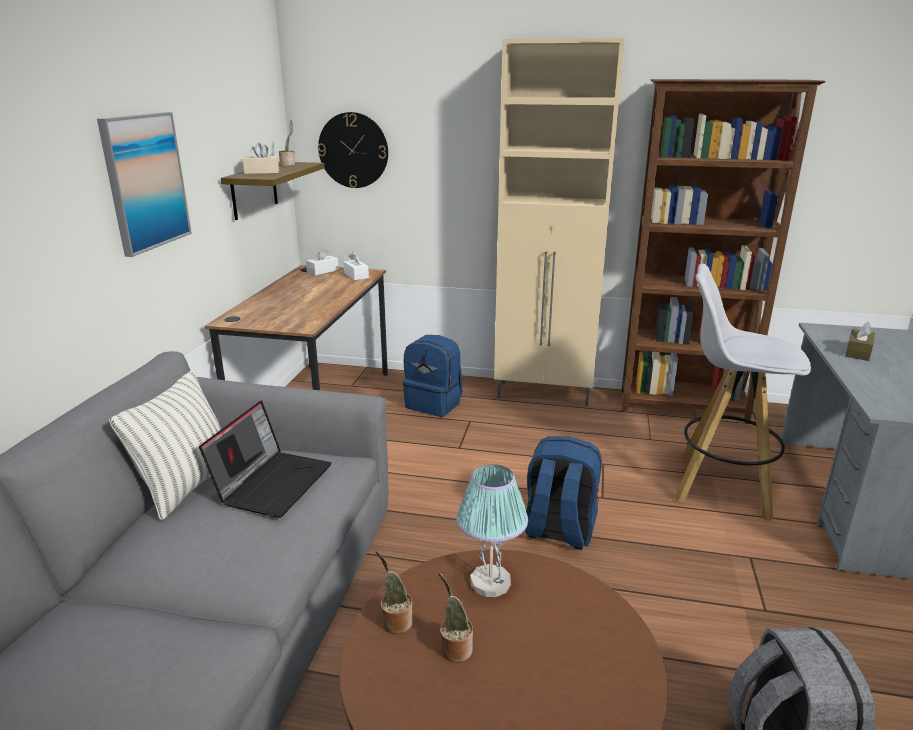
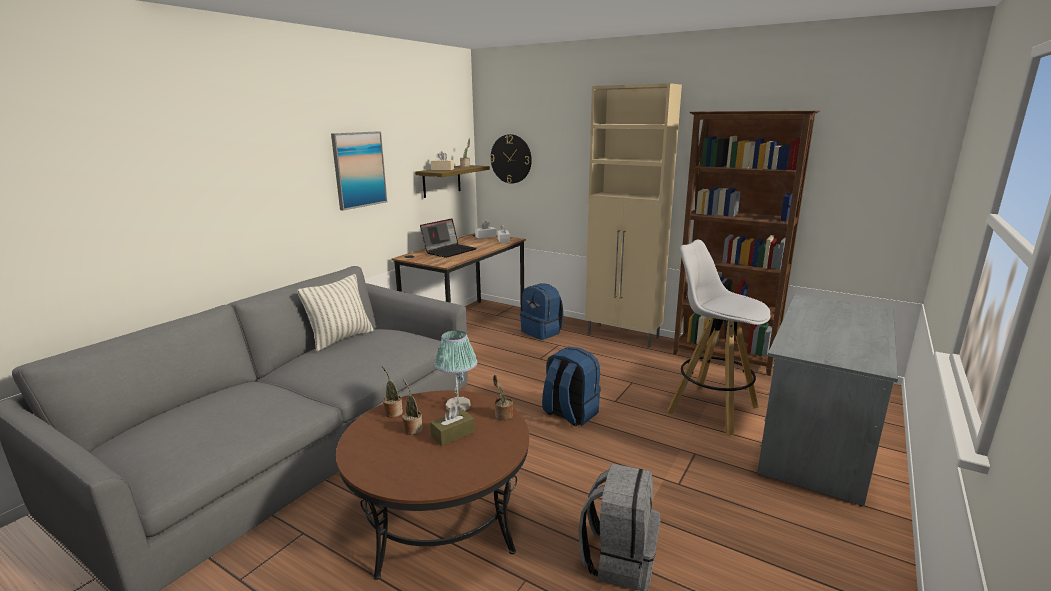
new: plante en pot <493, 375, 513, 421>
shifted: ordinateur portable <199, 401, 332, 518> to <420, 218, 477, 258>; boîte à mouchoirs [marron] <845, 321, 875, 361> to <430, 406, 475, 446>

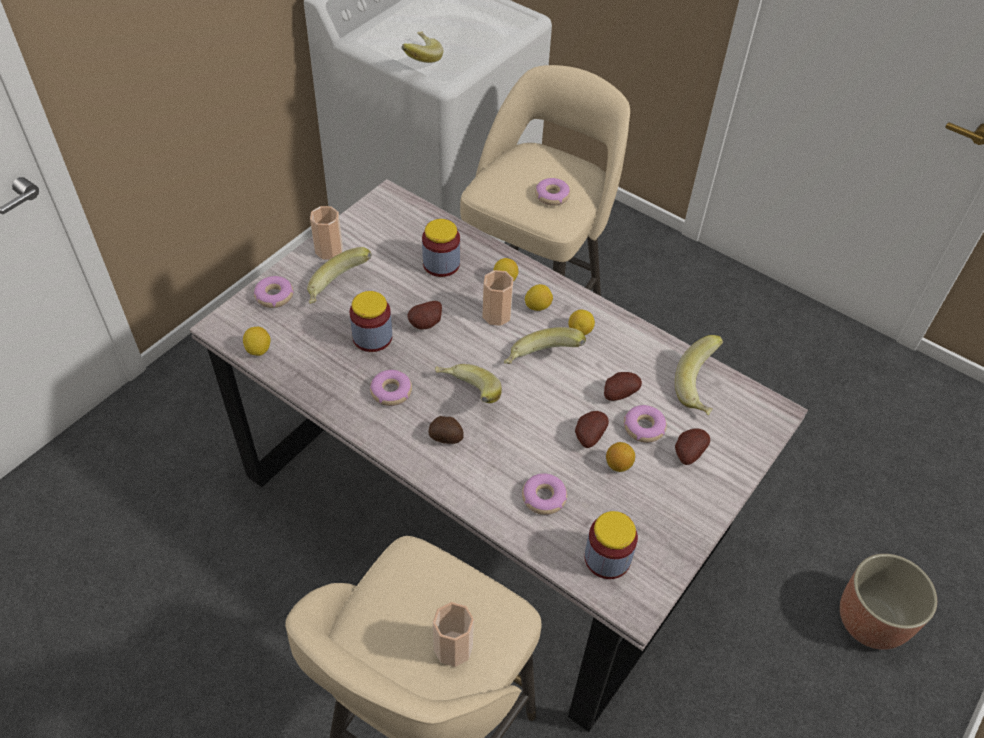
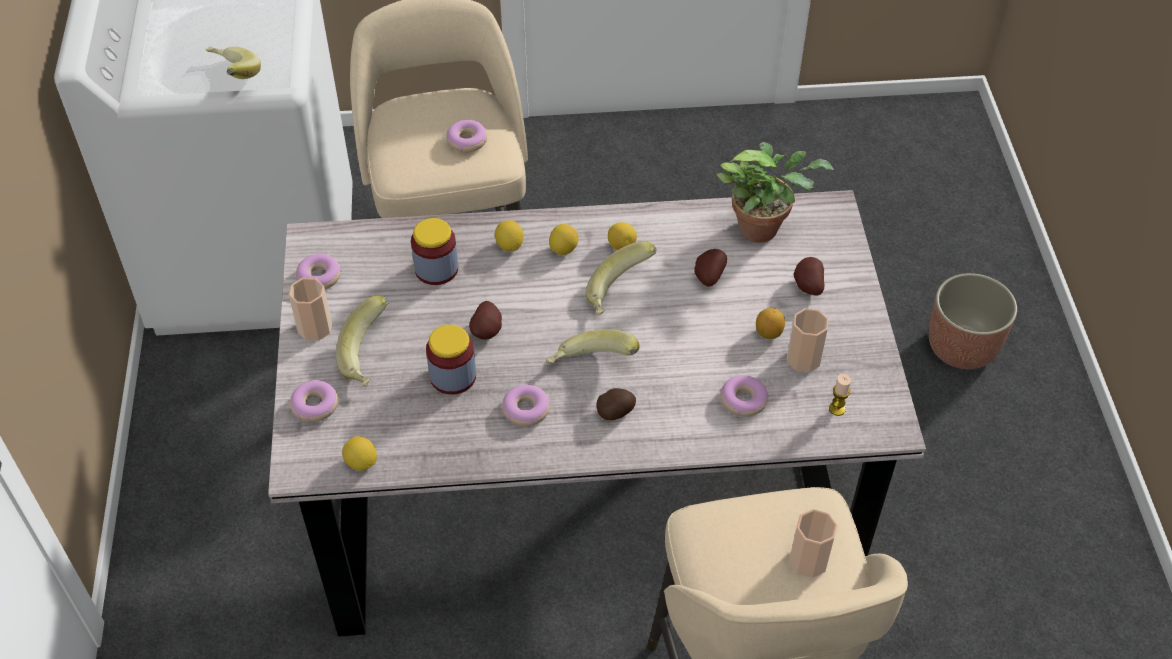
gone: pomme de terre <575, 411, 609, 448>
shifted: beignet <624, 405, 667, 443> to <296, 254, 341, 290>; tasse <482, 270, 513, 326> to <787, 308, 828, 372>
swapped: banane <675, 335, 723, 415> to plante en pot <716, 142, 834, 243>; bocal <585, 511, 638, 579> to bougie <829, 374, 851, 416>

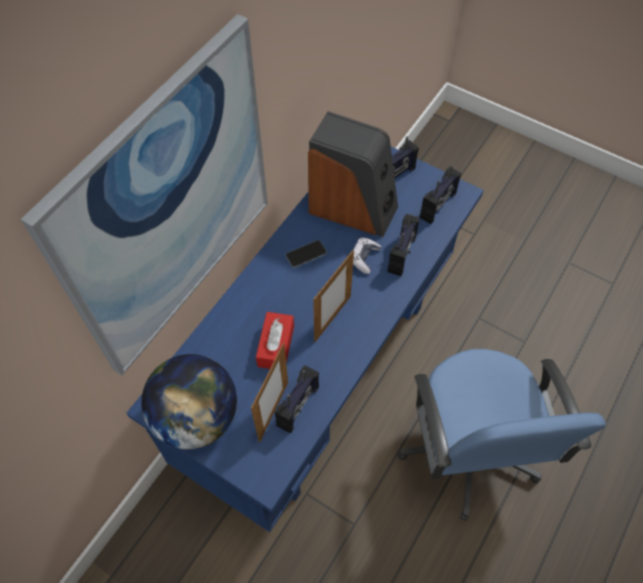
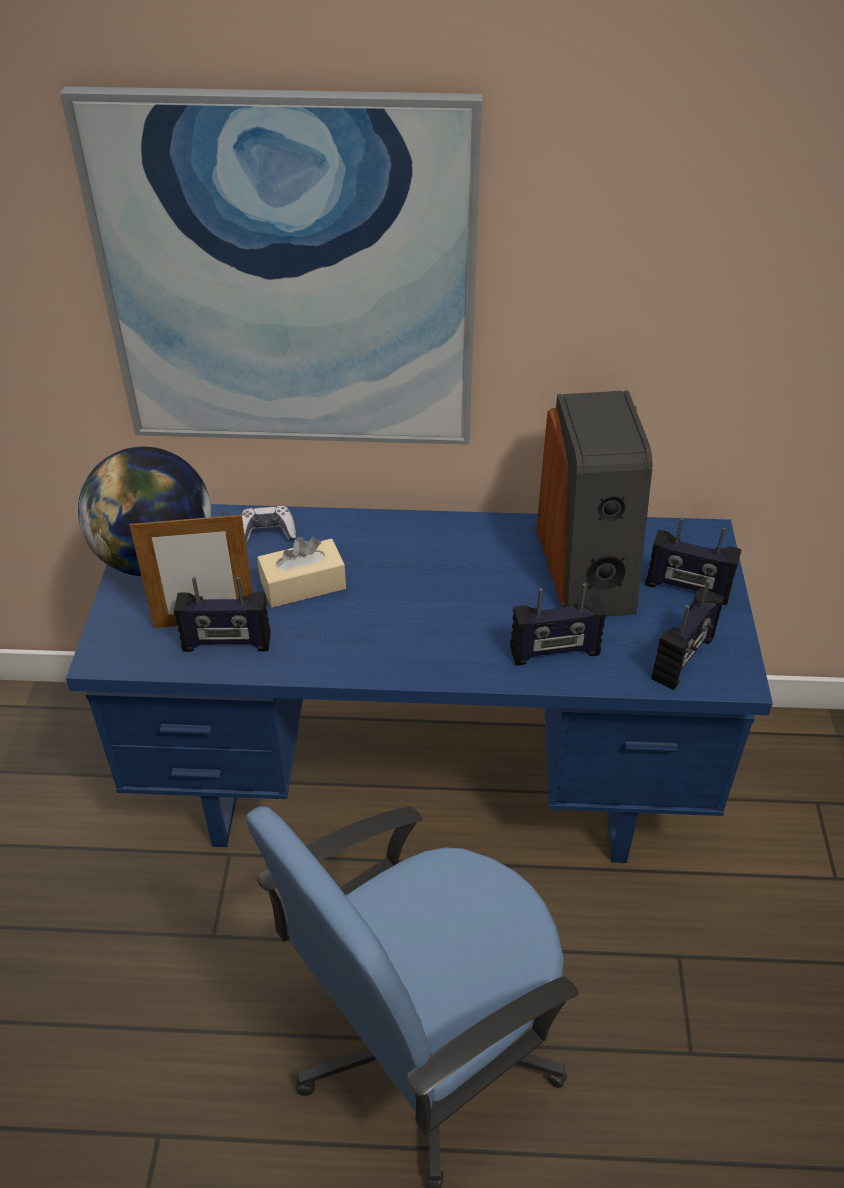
gone: téléphone <285, 240, 327, 268>; cadre photo <313, 250, 354, 342>
shifted: manette <353, 238, 381, 274> to <241, 506, 296, 543>
repainted: boîte à mouchoirs [rouge] <256, 312, 294, 369> to boîte à mouchoirs [beige] <257, 537, 346, 608>
rotated: radio <420, 165, 461, 224> = <651, 580, 724, 690> 60 degrees counterclockwise

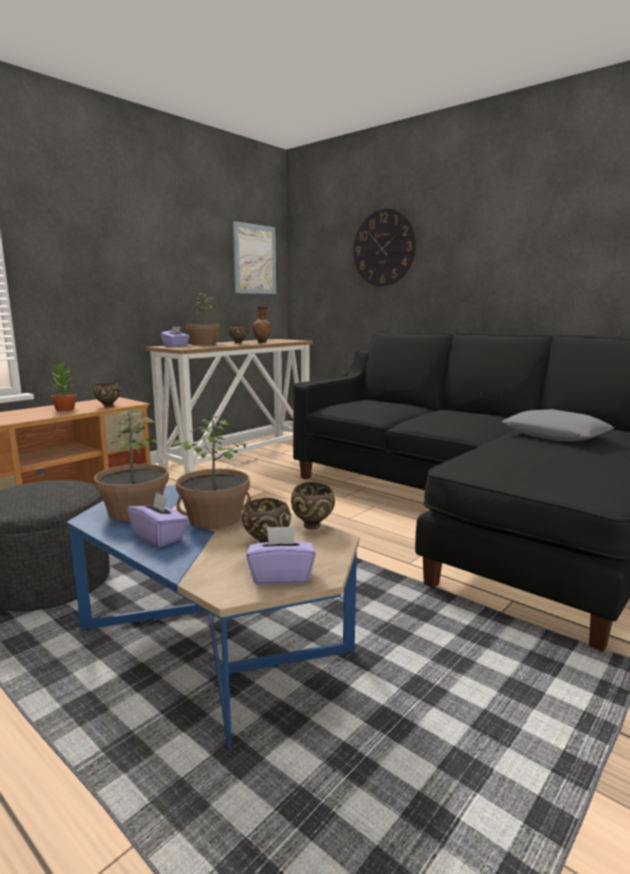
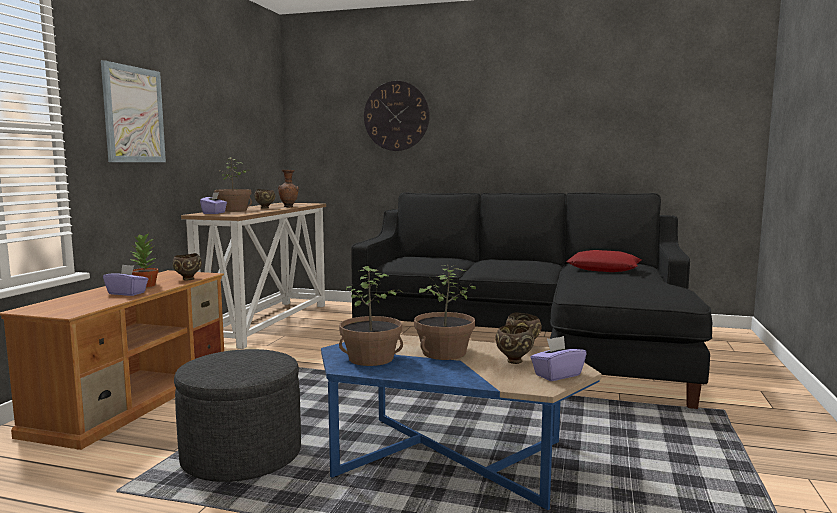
shifted: tableau <233, 221, 276, 294> to <101, 60, 166, 162>; boîte à mouchoirs [violet] <128, 492, 188, 547> to <103, 264, 148, 296>
repainted: coussin [gris] <501, 409, 614, 441> to coussin [rouge] <566, 250, 641, 272>

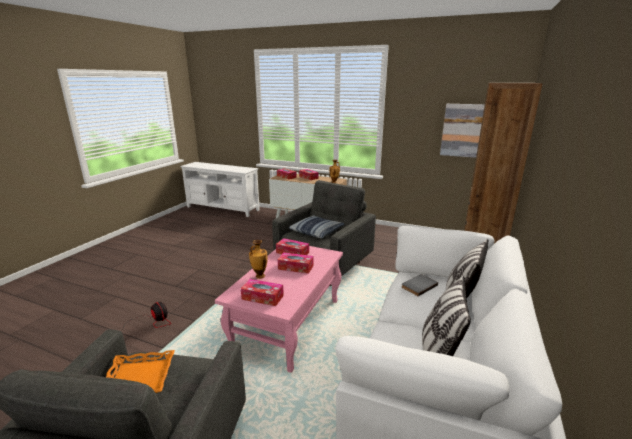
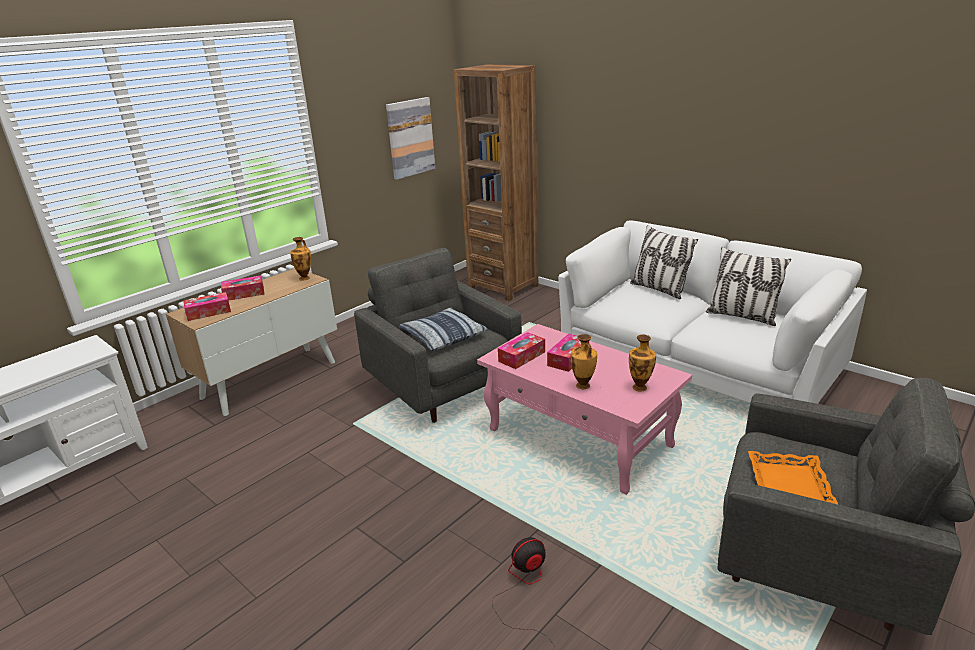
gone: livre [gris] <402, 274, 438, 296>
swapped: boîte à mouchoirs <241, 279, 284, 306> to vase <629, 335, 656, 392>

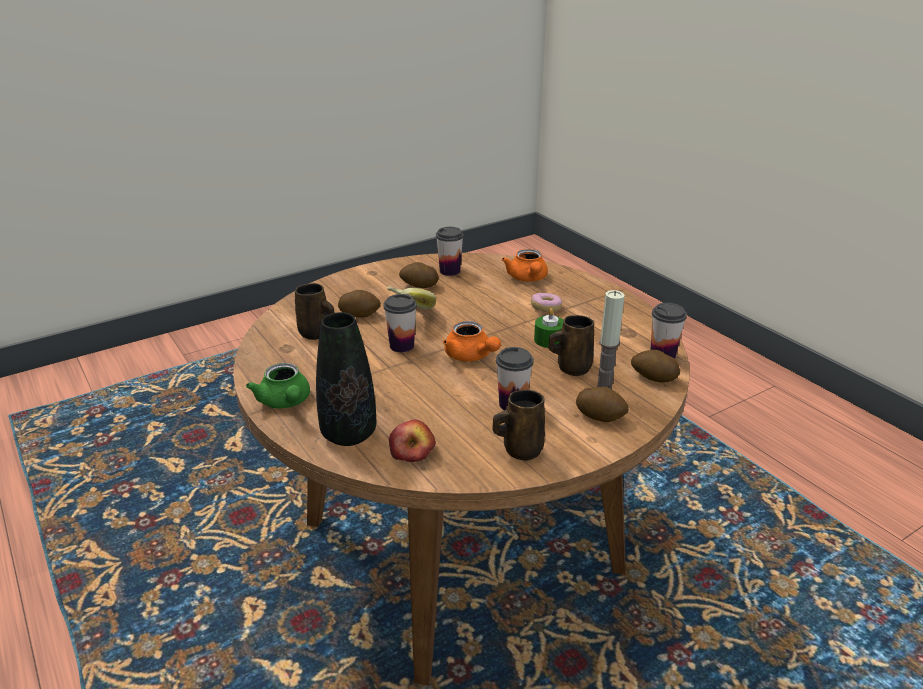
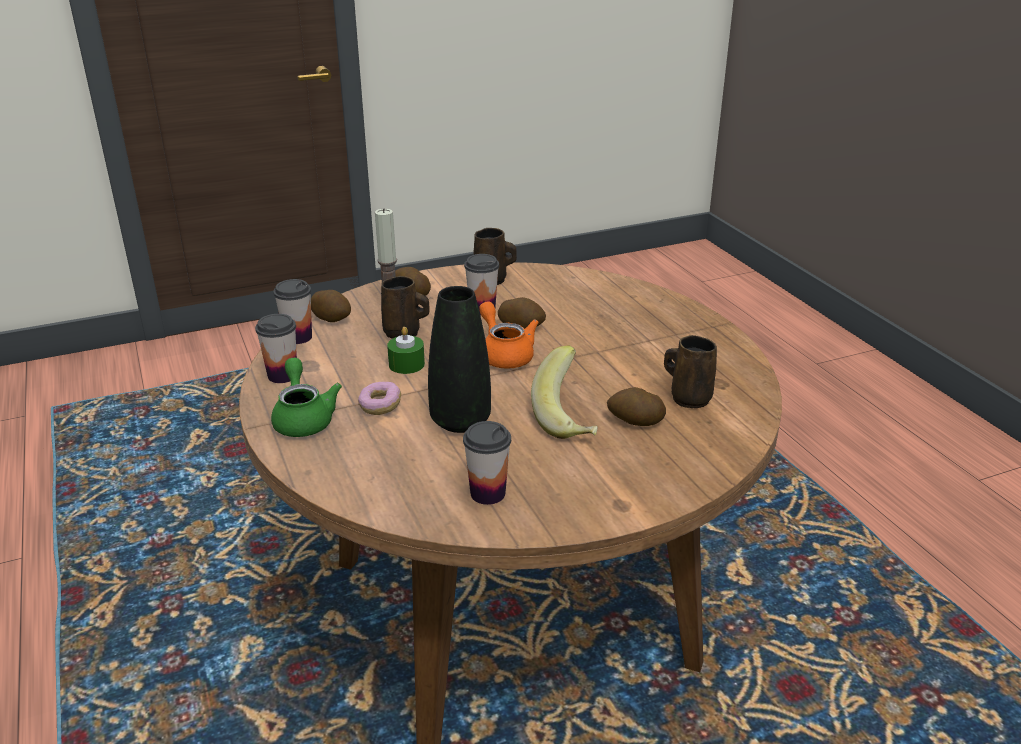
gone: pomme <389, 420, 436, 462>; théière [orange] <502, 249, 548, 282>
shifted: tasse <383, 294, 417, 352> to <255, 314, 297, 383>; théière [vert] <246, 363, 310, 409> to <271, 358, 342, 437>; vase [noir] <316, 312, 376, 446> to <428, 286, 491, 433>; pomme de terre <399, 262, 439, 288> to <498, 297, 546, 329>

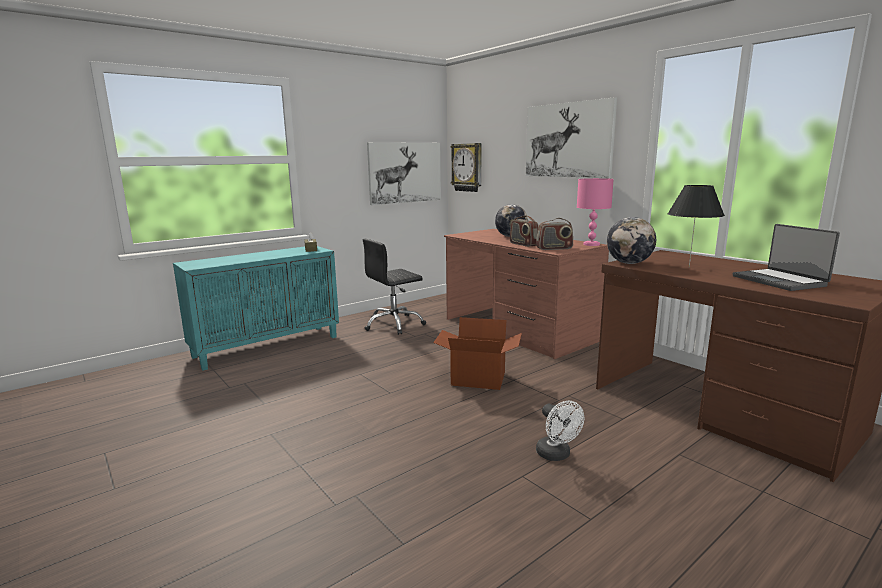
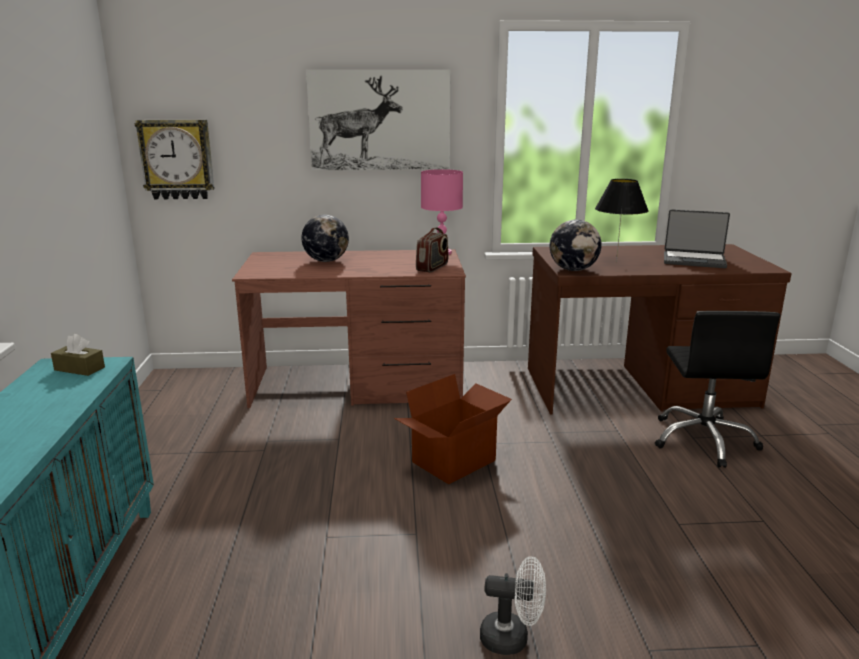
gone: tableau <367, 142, 441, 205>; radio <510, 215, 539, 247>
shifted: ventilateur [blanc] <536, 401, 584, 461> to <480, 556, 546, 655>; chaise de bureau [noir] <363, 239, 426, 335> to <655, 311, 780, 468>

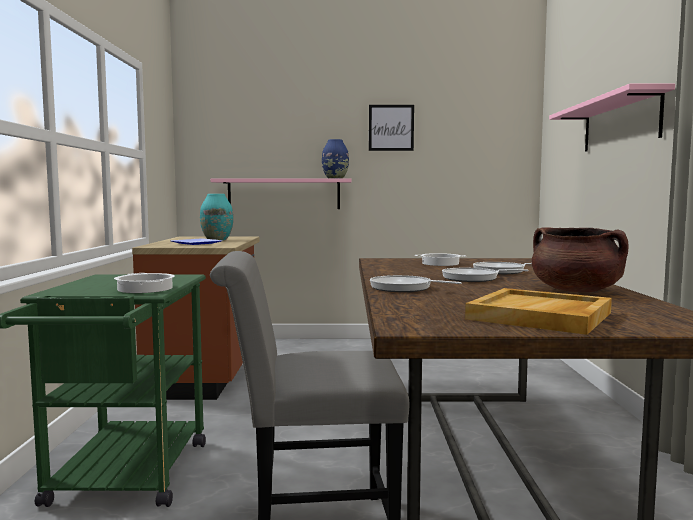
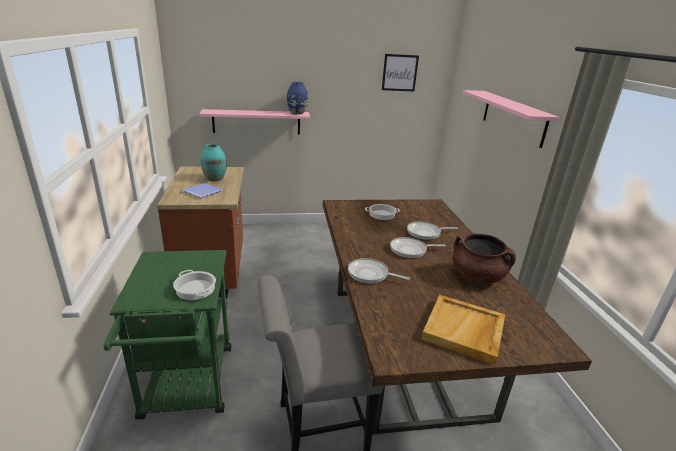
shifted: tableau <369, 105, 414, 151> to <382, 54, 419, 91>

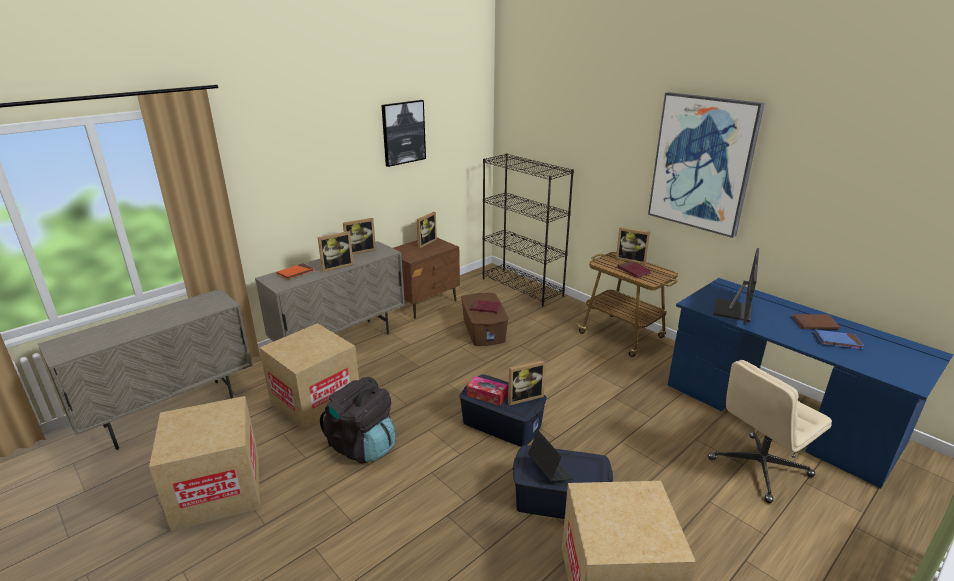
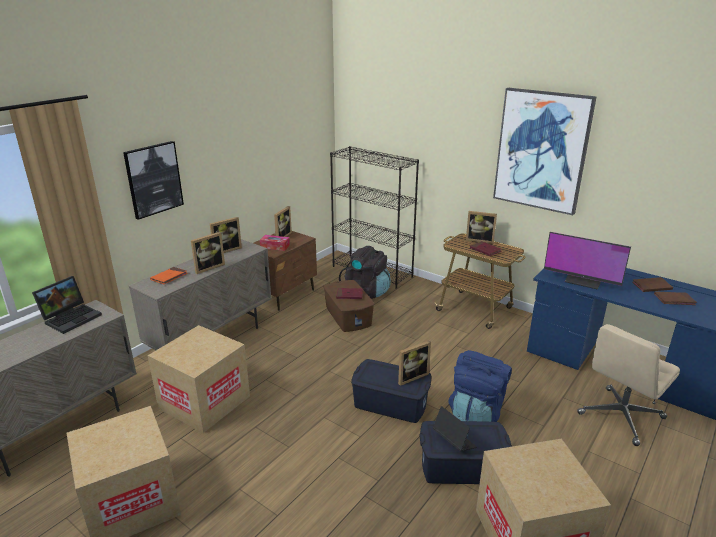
new: ordinateur portable <32, 276, 102, 334>; sac à dos [bleu] <448, 350, 512, 422>
shifted: tableau <381, 100, 426, 167> to <123, 141, 184, 220>; boîte à mouchoirs <467, 376, 508, 406> to <260, 235, 290, 251>; sac à dos [noir] <320, 377, 396, 463> to <339, 246, 391, 299>
repainted: livre [bleu] <814, 329, 864, 349> to livre [marron] <654, 291, 697, 305>
rotated: écran d'ordinateur <713, 248, 759, 325> = <544, 232, 631, 290> 105 degrees clockwise

